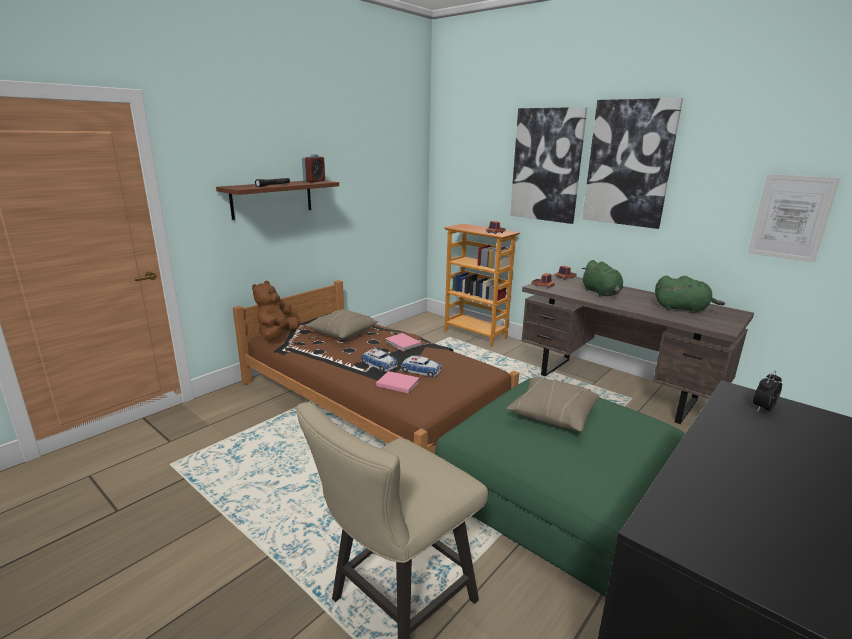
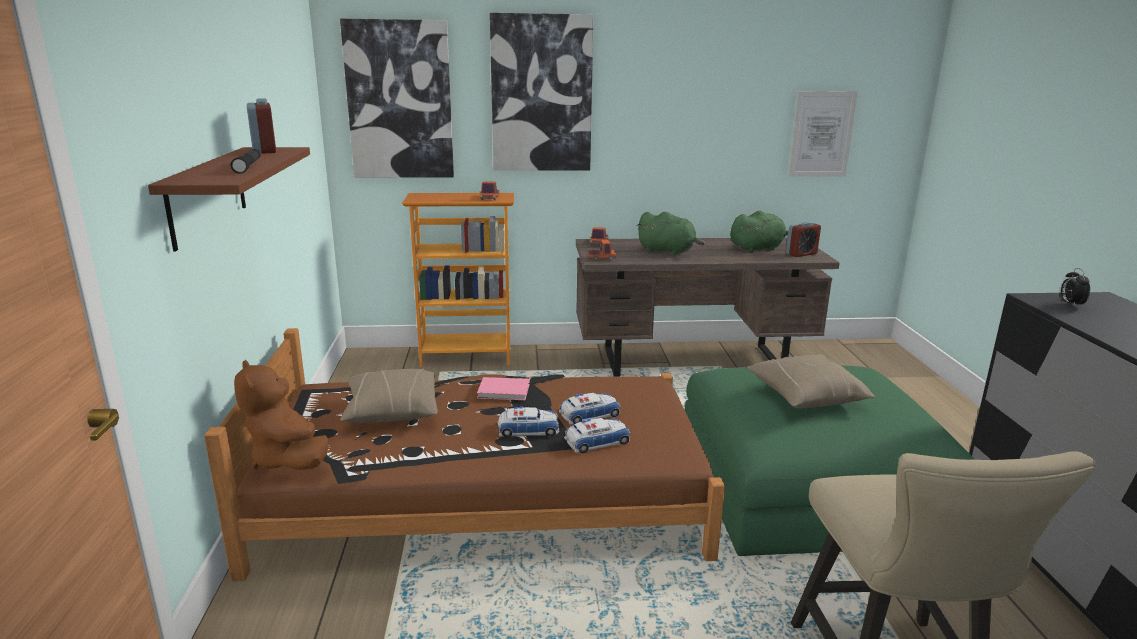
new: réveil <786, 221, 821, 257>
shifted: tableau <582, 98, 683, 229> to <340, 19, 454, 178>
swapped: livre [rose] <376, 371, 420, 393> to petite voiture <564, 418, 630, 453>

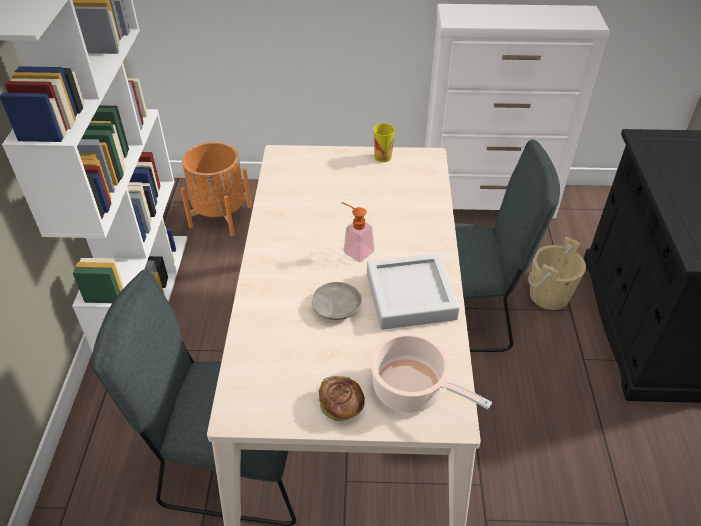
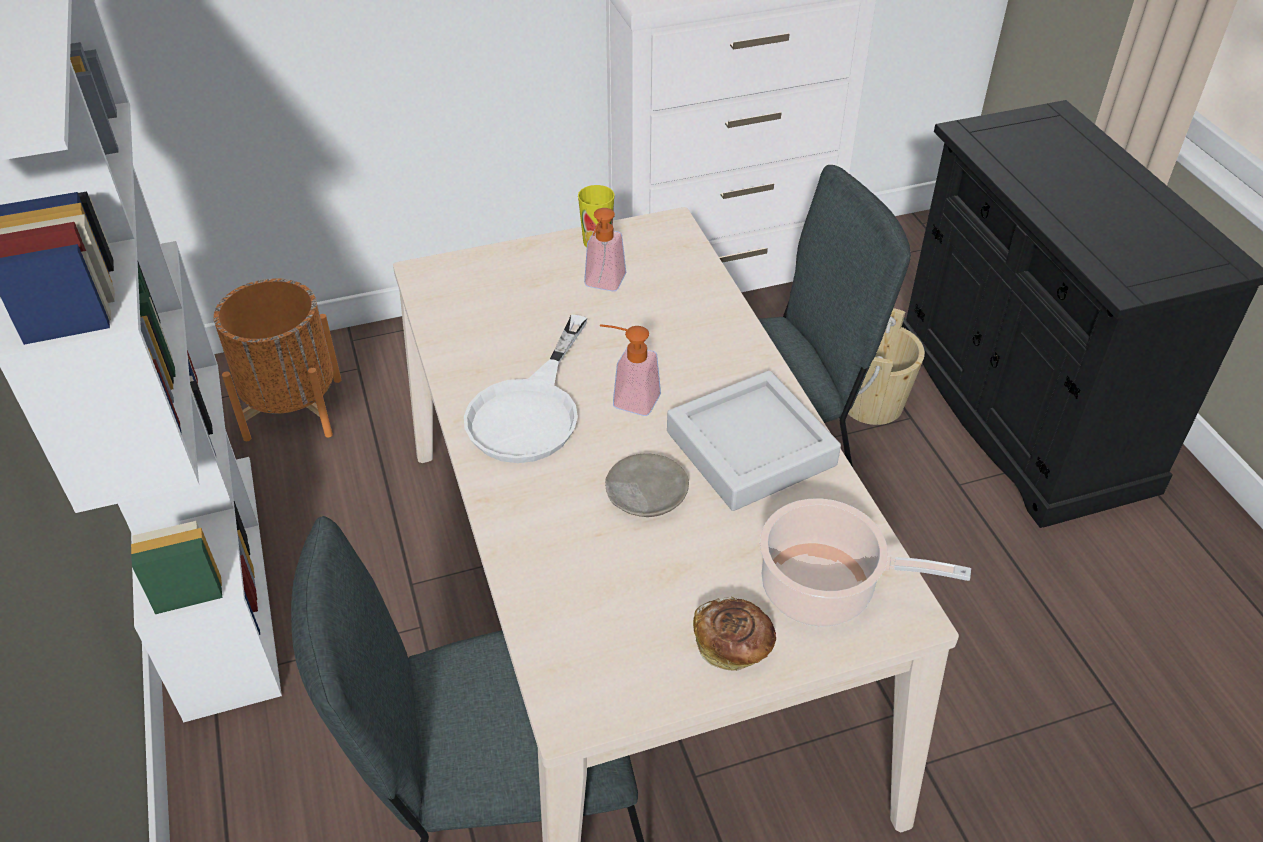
new: poêle [blanc] <464, 314, 587, 463>; distributeur de savon <584, 208, 626, 291>

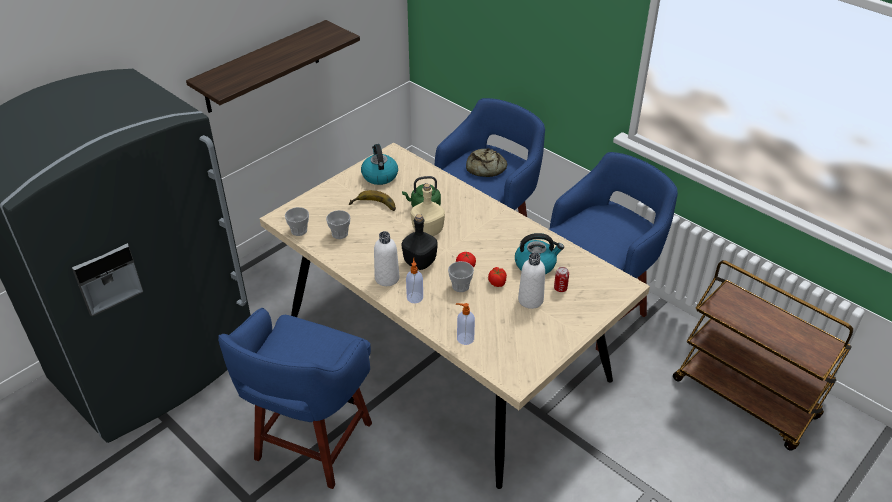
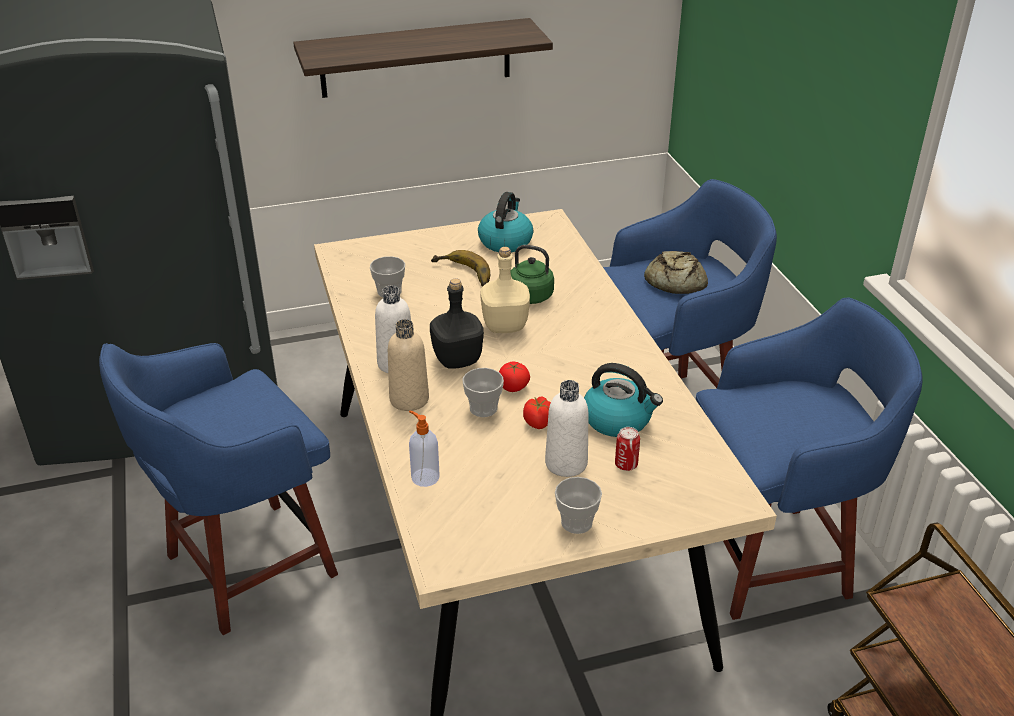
shifted: tasse <285, 207, 309, 236> to <555, 477, 602, 534>
swapped: distributeur de savon <406, 258, 423, 303> to bouteille [beige] <388, 319, 429, 411>

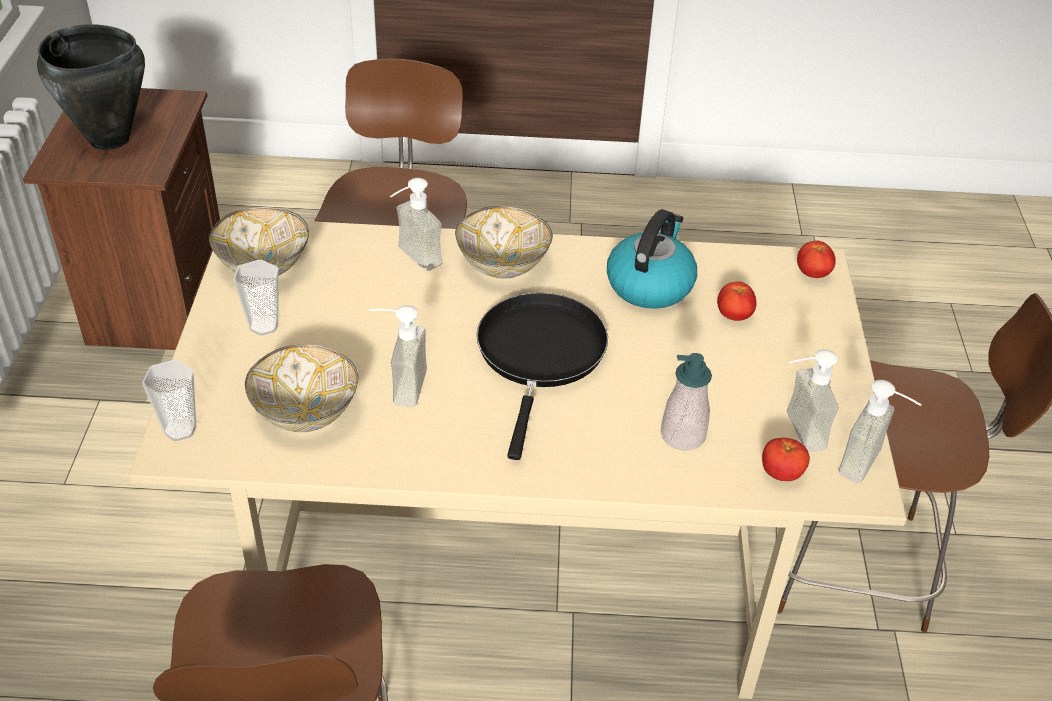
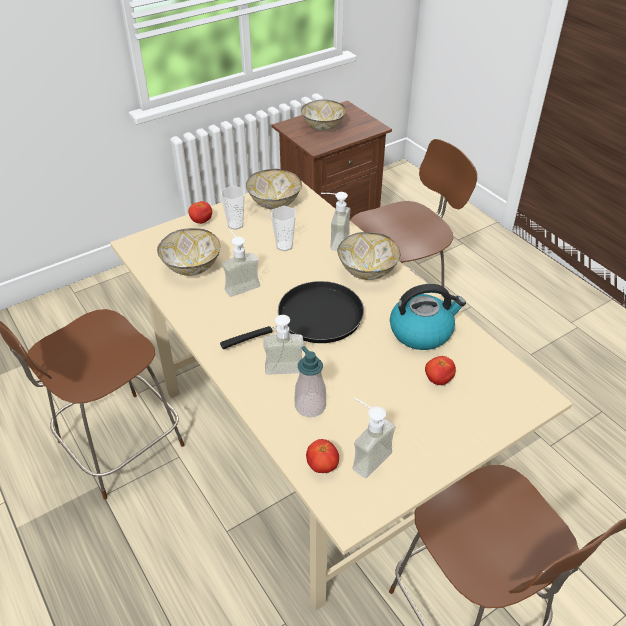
shifted: tomate <797, 240, 836, 278> to <188, 201, 212, 224>; distributeur de savon <839, 380, 922, 483> to <263, 315, 304, 375>; tasse <142, 360, 196, 441> to <271, 206, 296, 251>
swapped: marmite [noir] <37, 24, 145, 150> to bol <301, 100, 346, 131>

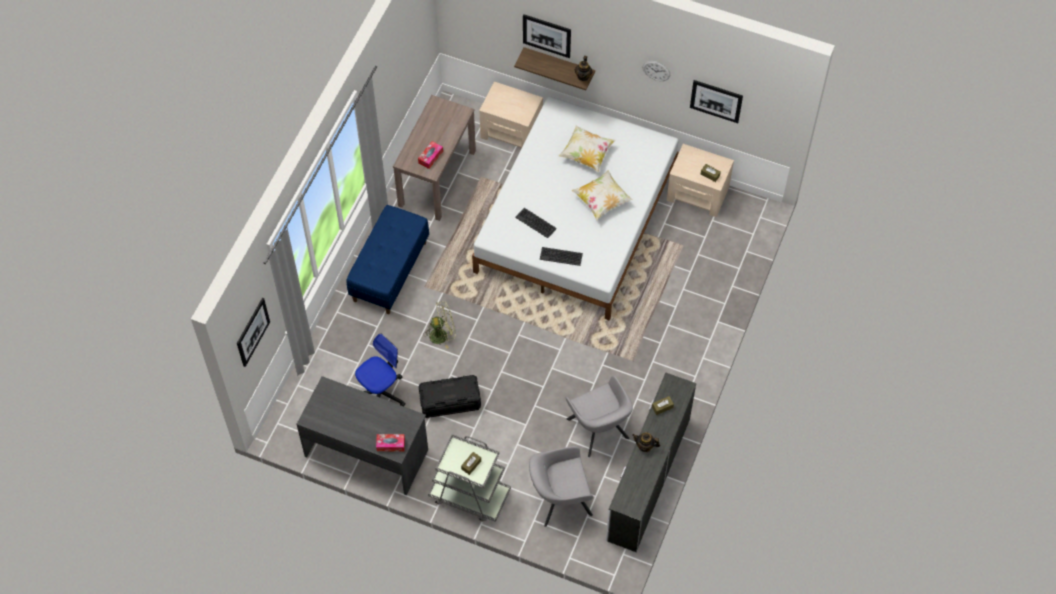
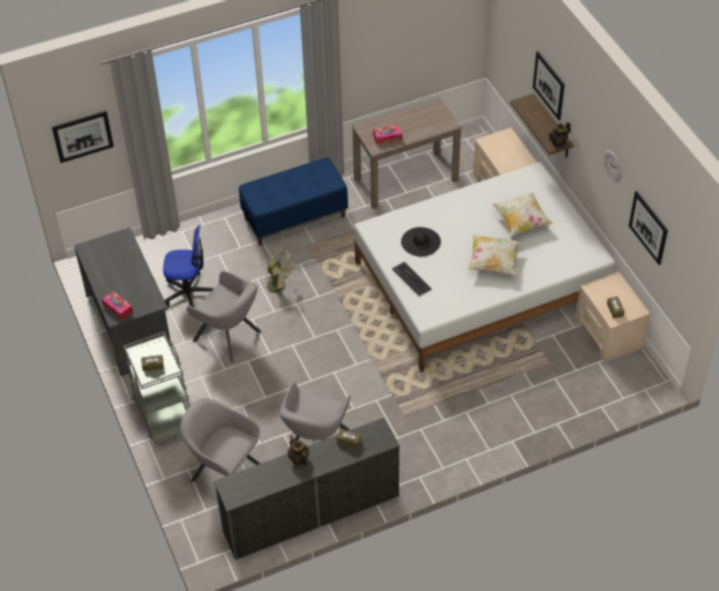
swapped: boîte de rangement [noir] <419, 375, 481, 418> to fauteuil [gris] <187, 271, 261, 363>; clavier <515, 208, 557, 238> to chapeau [noir] <401, 227, 441, 256>

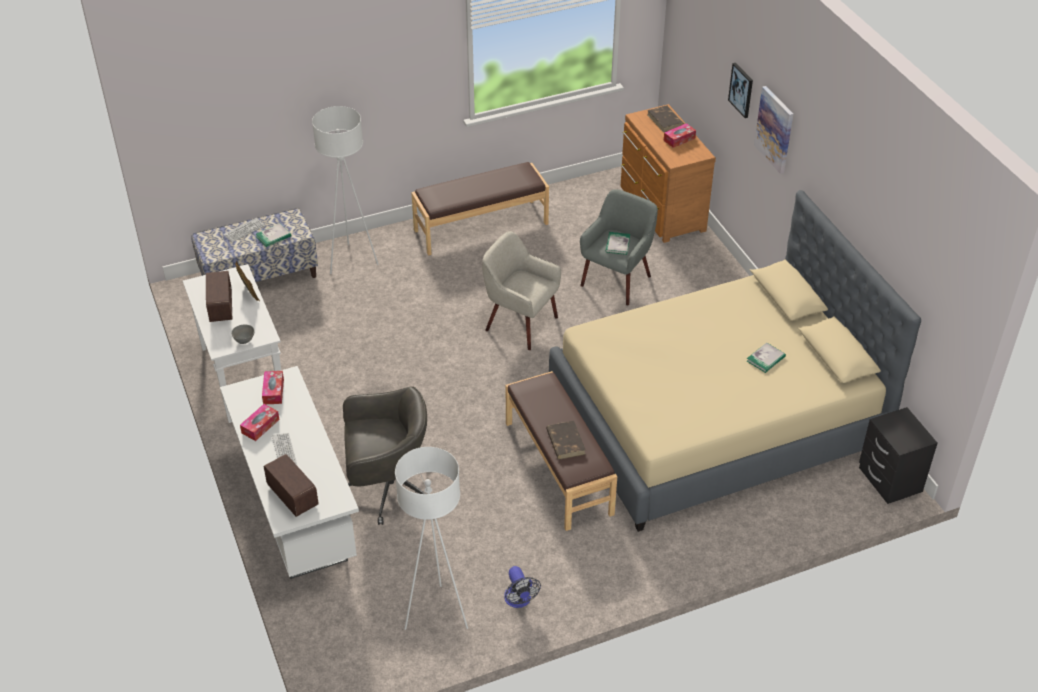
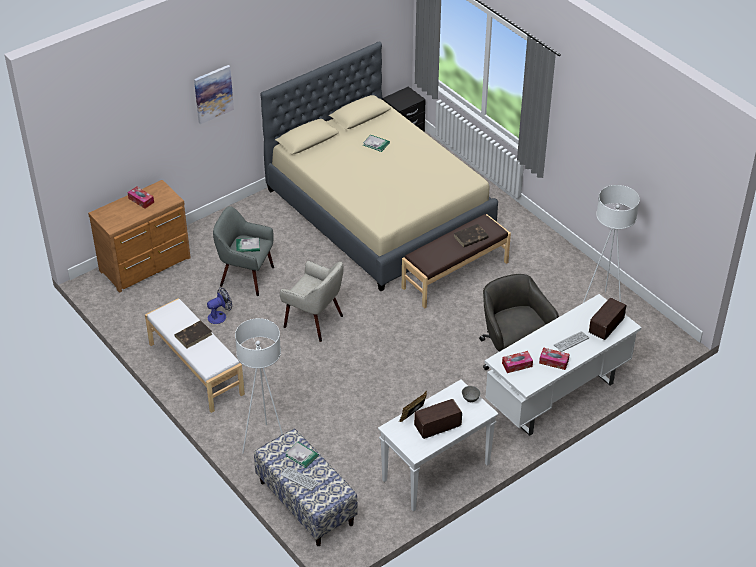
gone: tableau <728, 63, 753, 118>
shifted: livre [marron] <647, 105, 684, 132> to <174, 320, 212, 349>; ventilateur <504, 566, 541, 608> to <207, 287, 232, 324>
repainted: banc [marron] <411, 162, 549, 256> to banc [blanc] <145, 298, 245, 413>
rotated: fauteuil [beige] <482, 231, 561, 350> = <280, 261, 344, 342> 75 degrees counterclockwise

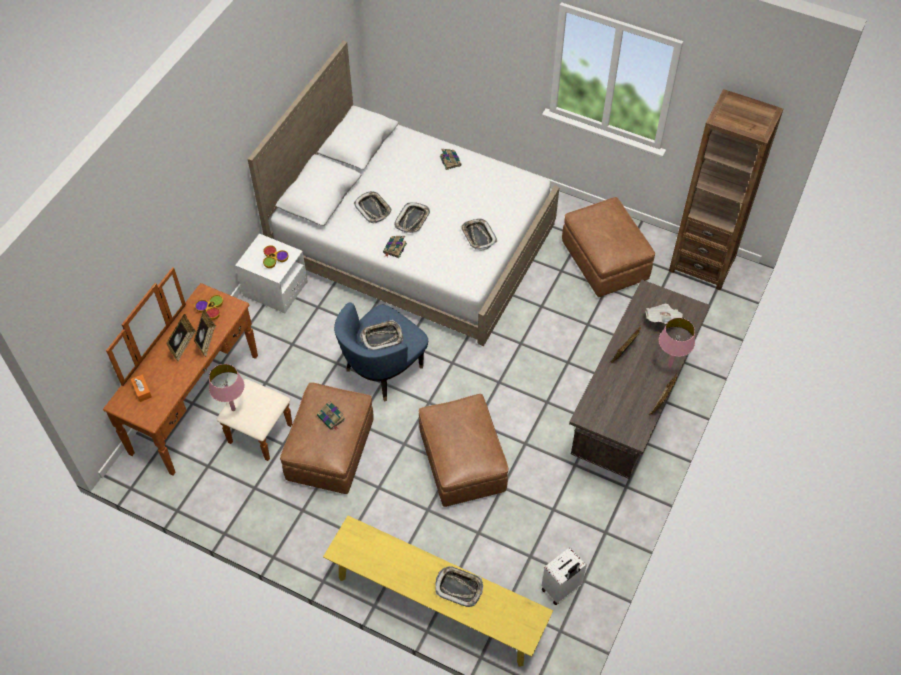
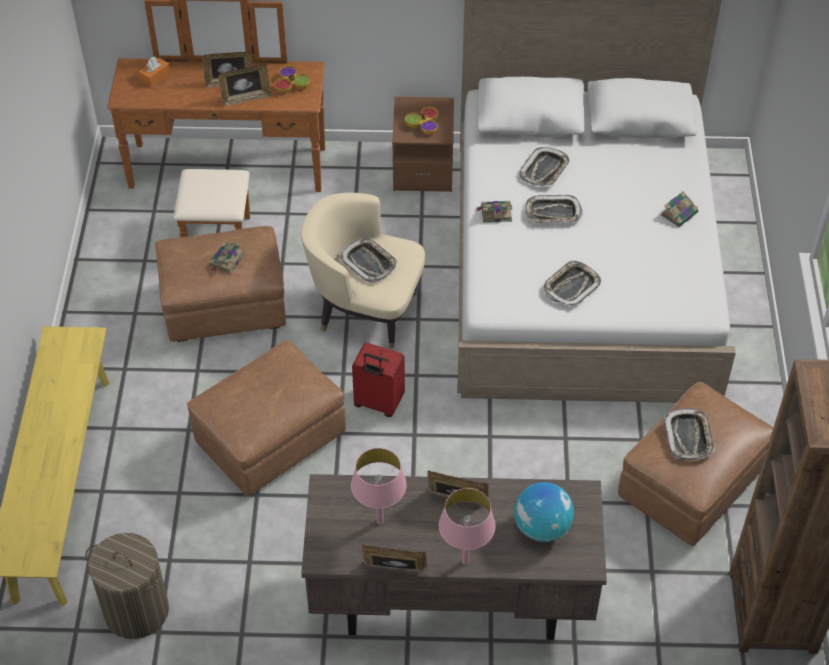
new: valise [rouge] <352, 342, 405, 417>
shifted: lampe de table [rose] <209, 364, 244, 411> to <351, 448, 407, 525>; plateau <435, 566, 483, 607> to <664, 408, 715, 460>
swapped: valise [blanc] <542, 547, 587, 605> to panier à linge <85, 533, 169, 639>; journal <645, 304, 683, 324> to globe <514, 482, 574, 542>
repainted: fauteuil [bleu] <334, 302, 428, 401> to fauteuil [beige] <301, 193, 425, 349>; table de chevet [blanc] <235, 234, 308, 313> to table de chevet [marron] <392, 97, 454, 192>

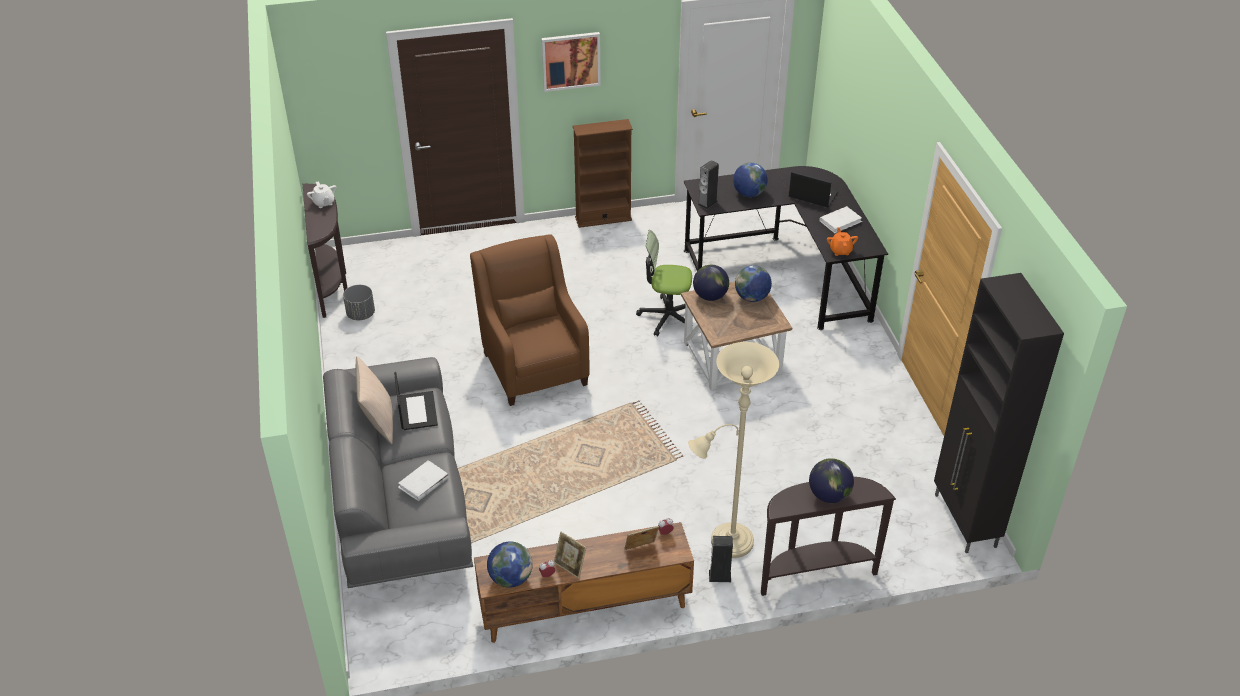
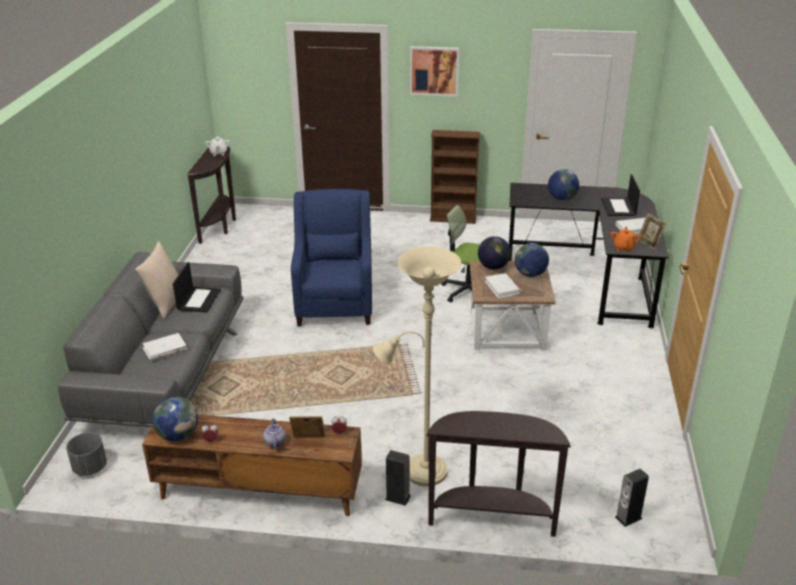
gone: globe <809, 458, 854, 503>; meuble de rangement [noir] <934, 273, 1064, 553>
new: théière <263, 418, 286, 449>; livre [blanc] <485, 273, 521, 298>
shifted: cache-pot [gris] <343, 285, 375, 320> to <66, 433, 107, 476>; enceinte <697, 160, 719, 209> to <615, 469, 649, 527>; cadre photo <554, 532, 587, 578> to <637, 213, 666, 250>
repainted: fauteuil [marron] <470, 234, 590, 406> to fauteuil [bleu] <291, 189, 372, 326>
rotated: ordinateur portable <789, 172, 838, 207> = <601, 174, 640, 216> 135 degrees counterclockwise

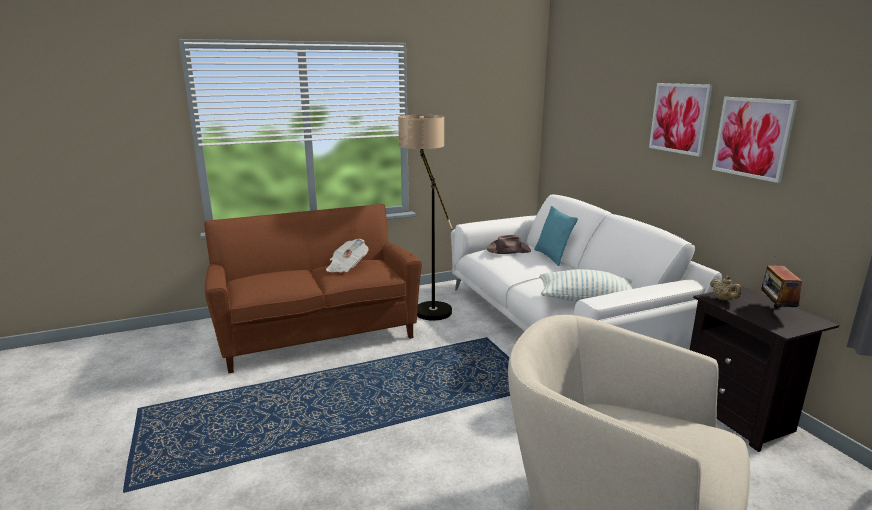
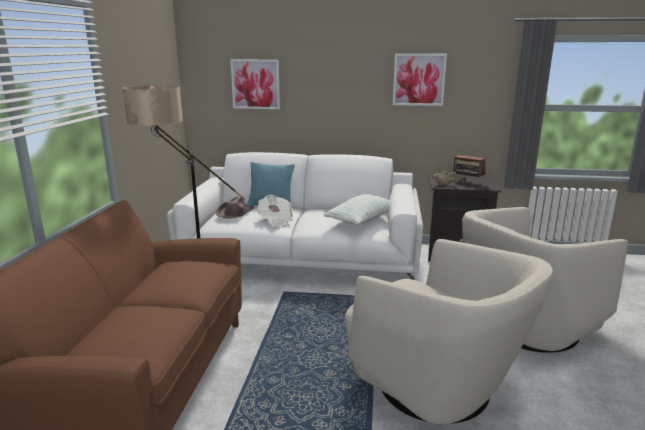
new: fauteuil [beige] <345, 239, 553, 424>
shifted: tableau <649, 83, 713, 157> to <230, 59, 280, 109>; journal <326, 239, 368, 272> to <257, 195, 293, 227>

